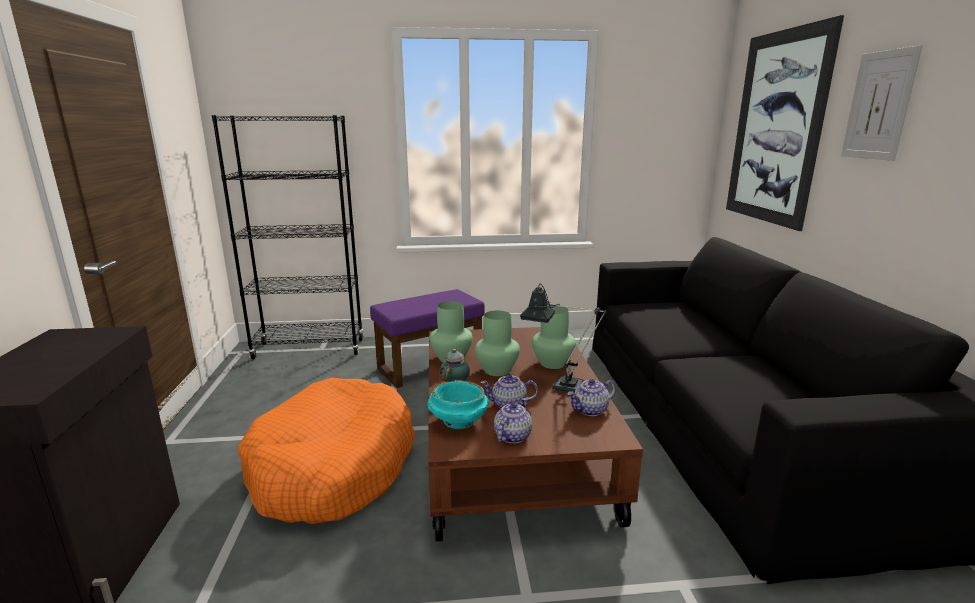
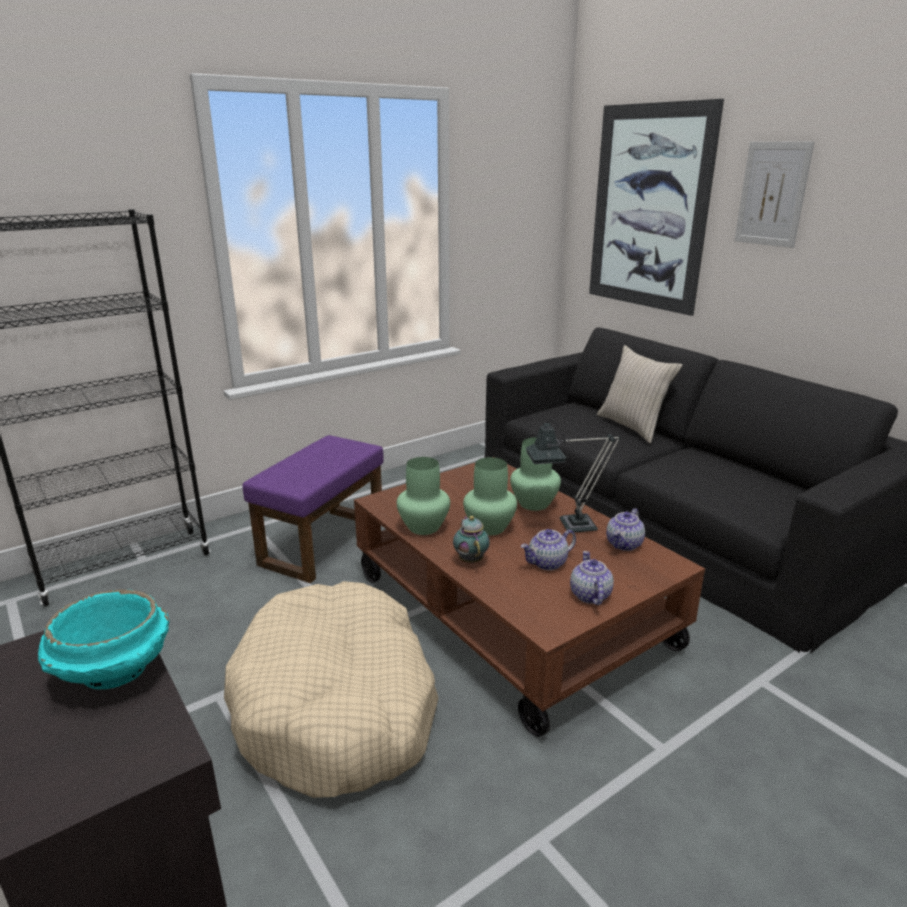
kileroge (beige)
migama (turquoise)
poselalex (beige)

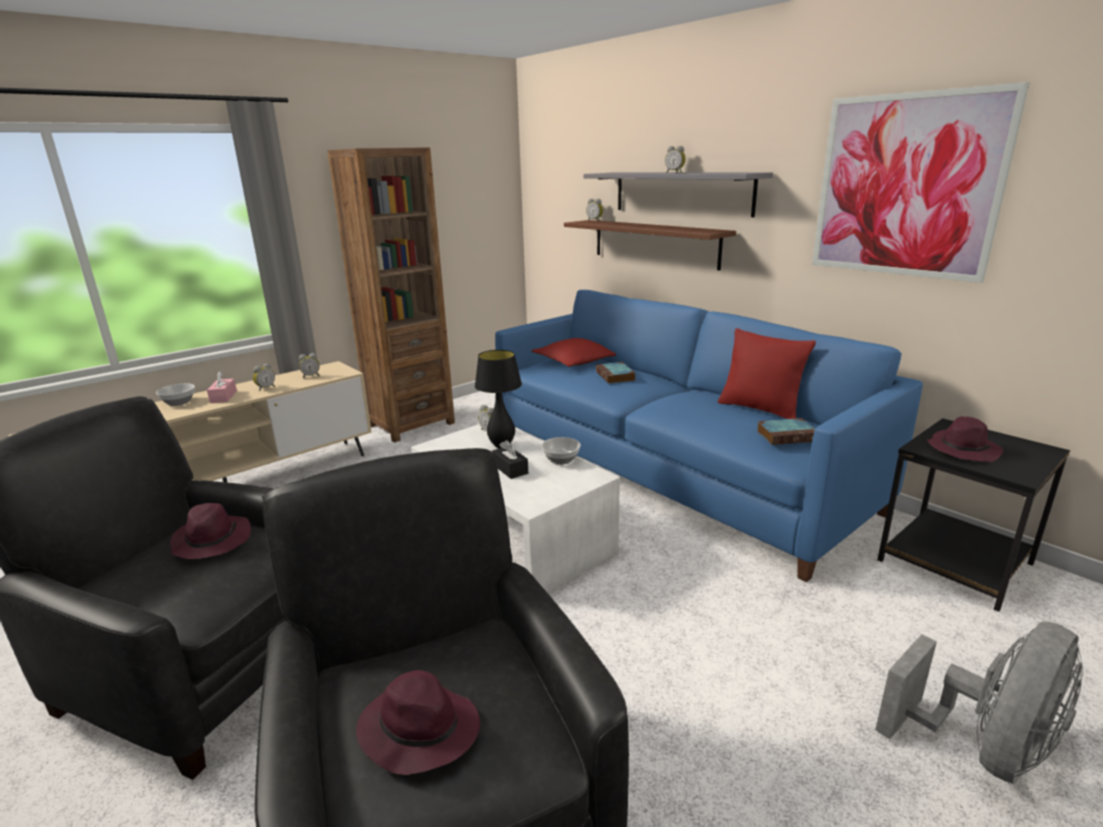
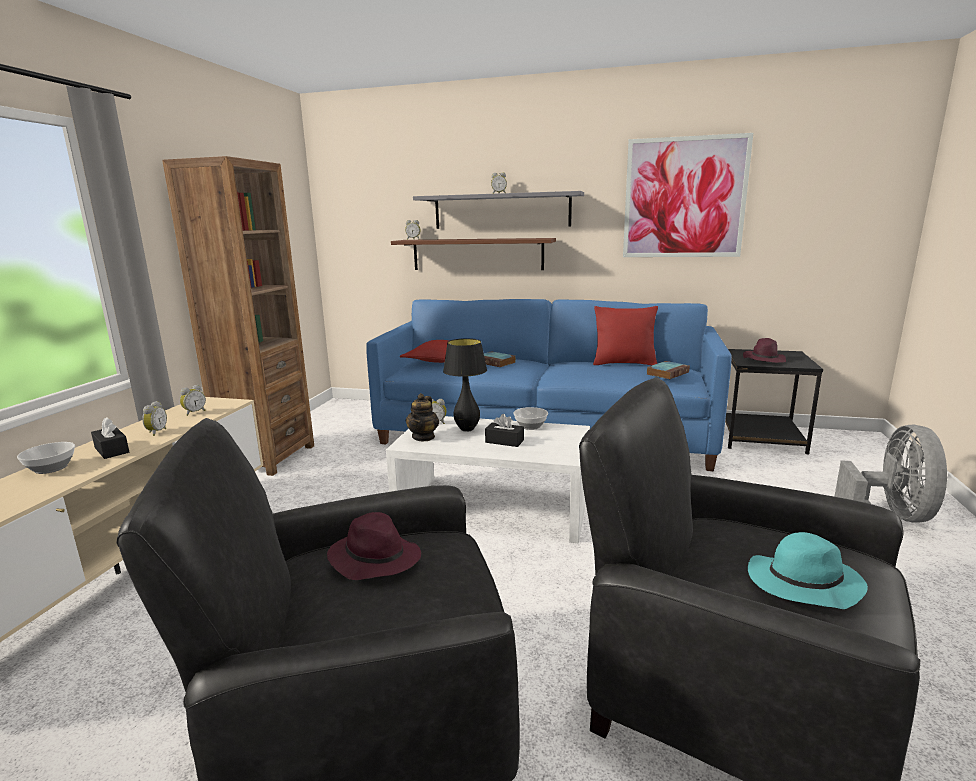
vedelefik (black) (no. 1 from left)
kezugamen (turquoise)
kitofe

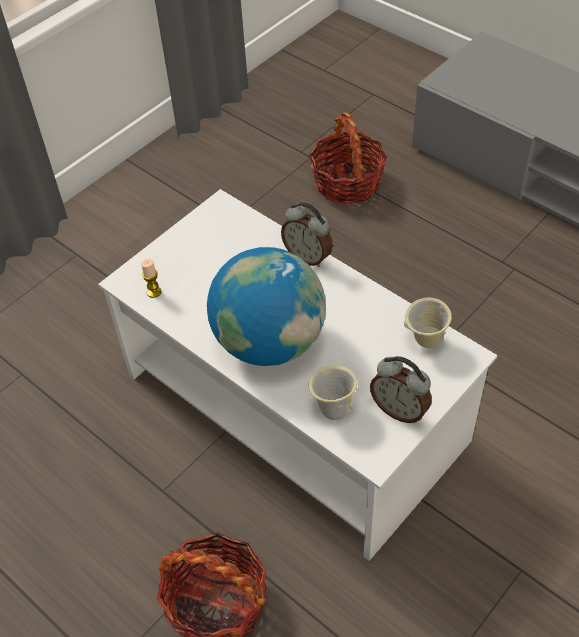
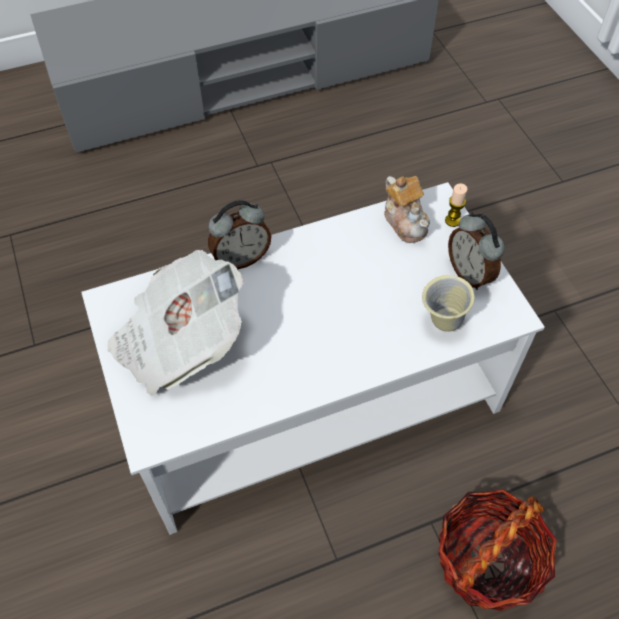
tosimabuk (no. 2 from left in the first image)
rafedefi
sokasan
kitofe
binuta (no. 2 from left)
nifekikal

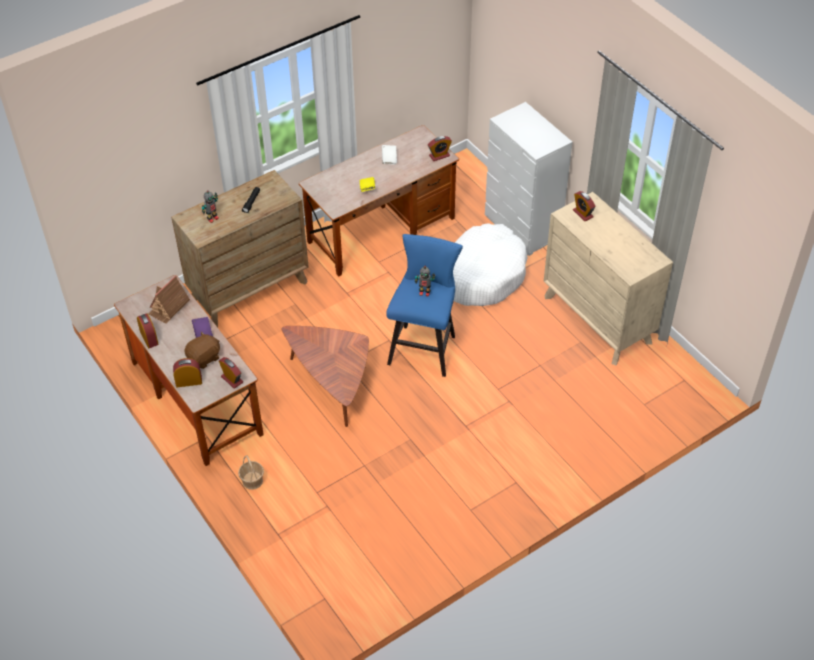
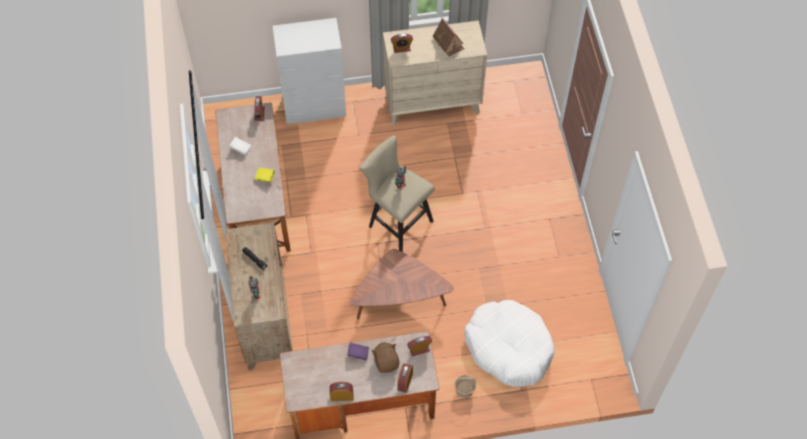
kileroge (white)
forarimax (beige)
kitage

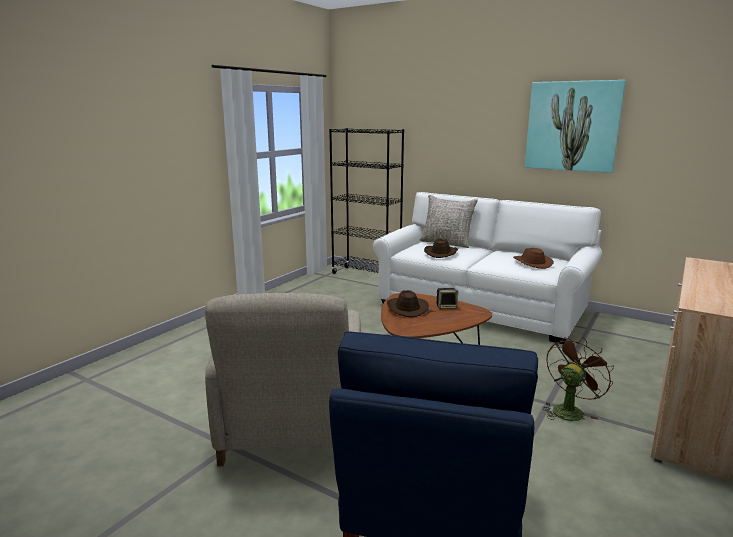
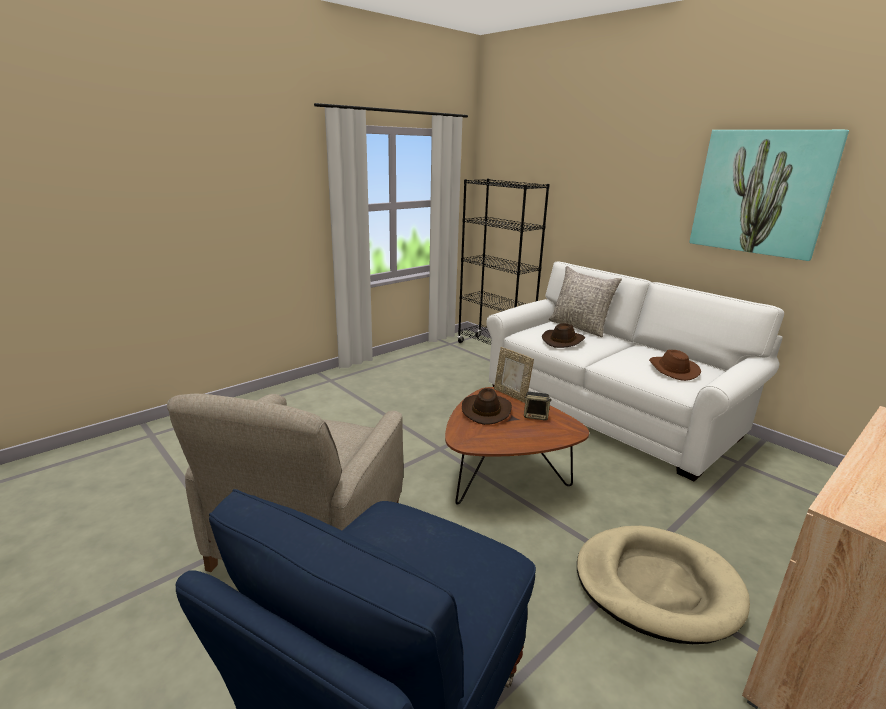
kileroge (beige)
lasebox

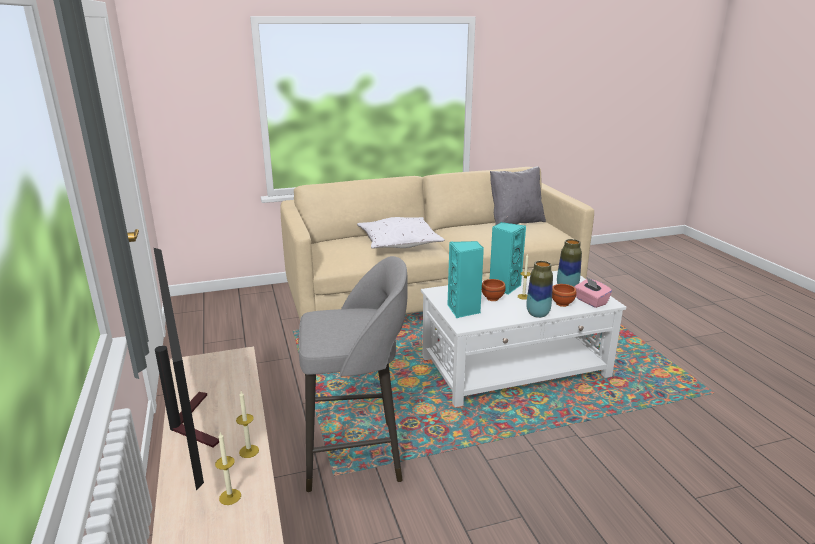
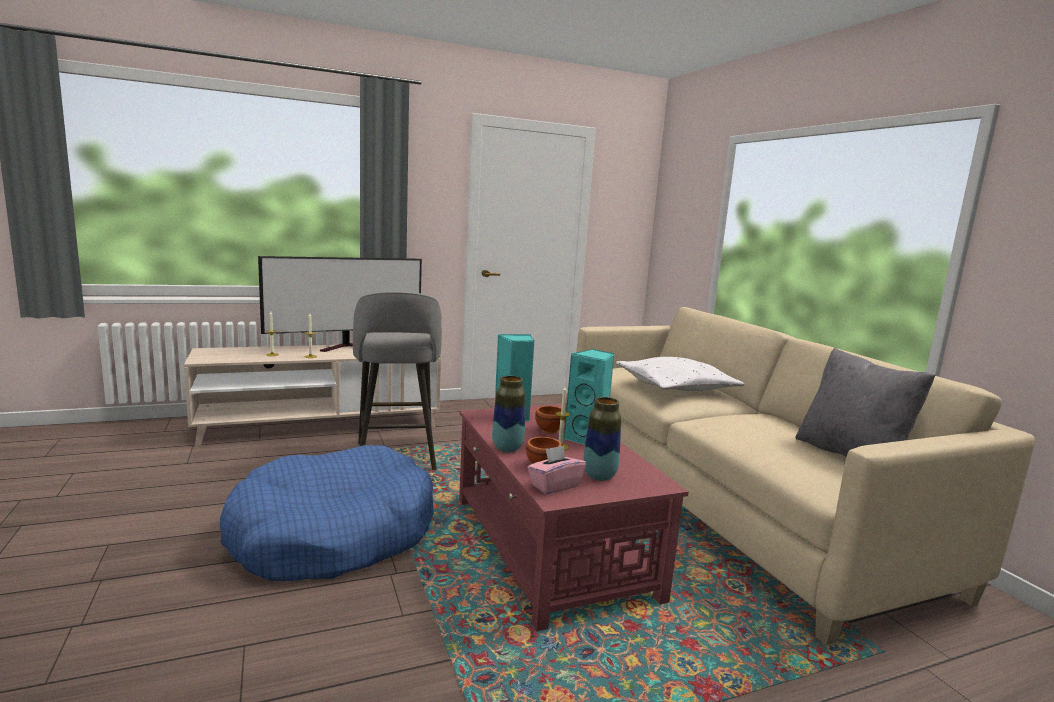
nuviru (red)
kileroge (blue)

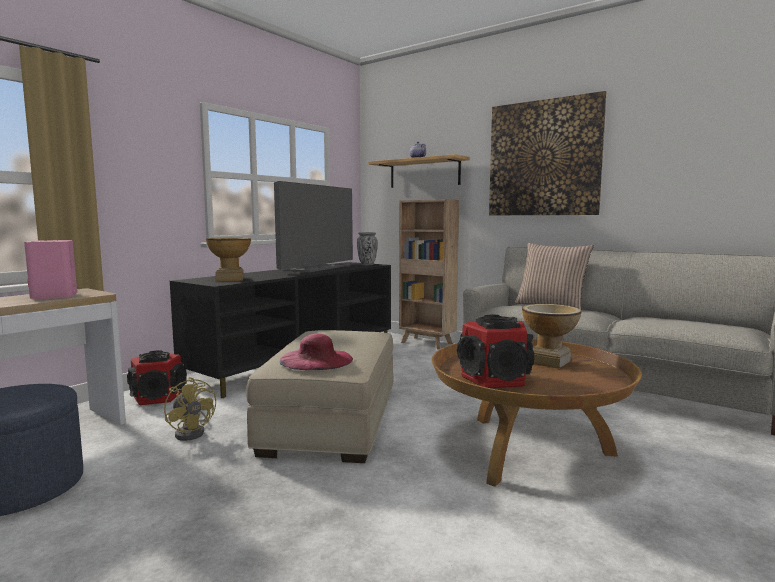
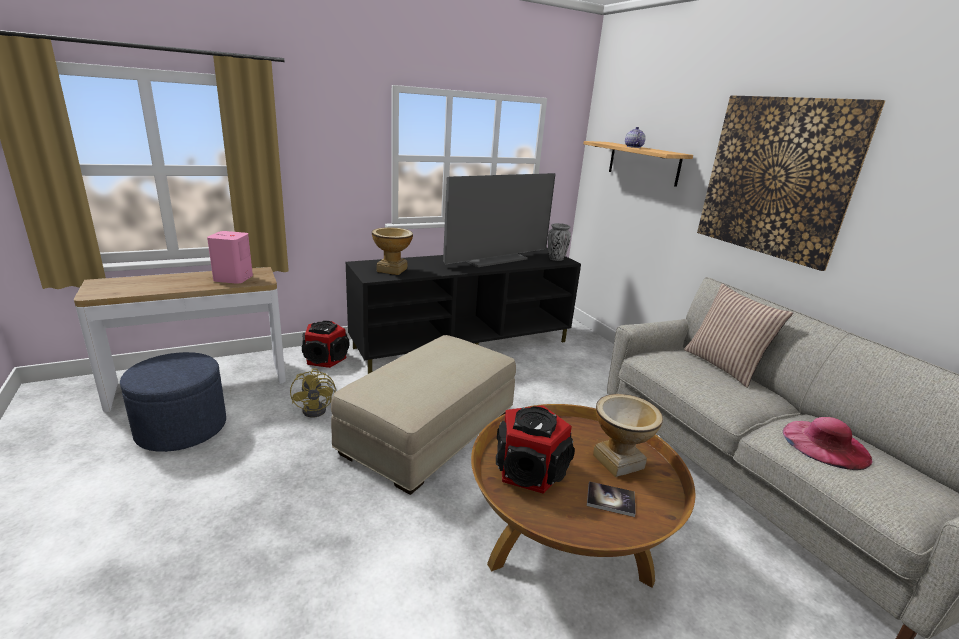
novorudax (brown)
kezugamen (pink)
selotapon

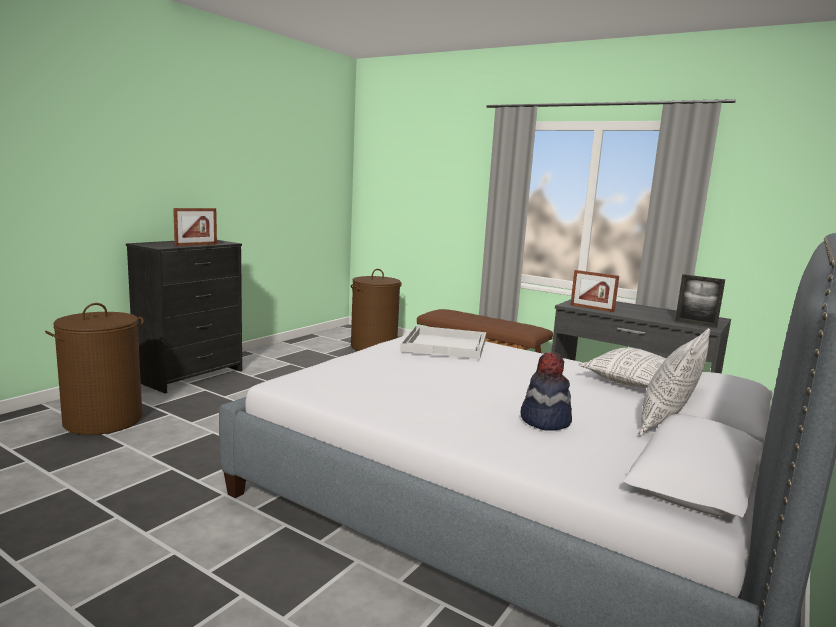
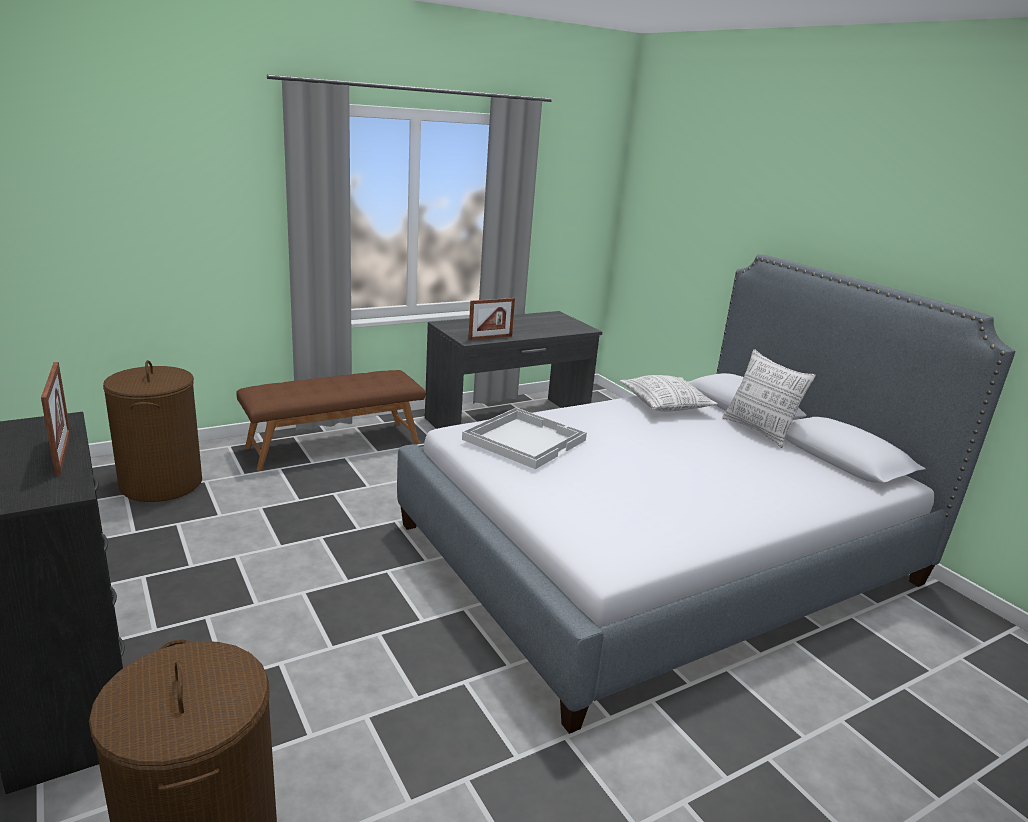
lasebox (no. 3 from left in the first image)
kezugamen

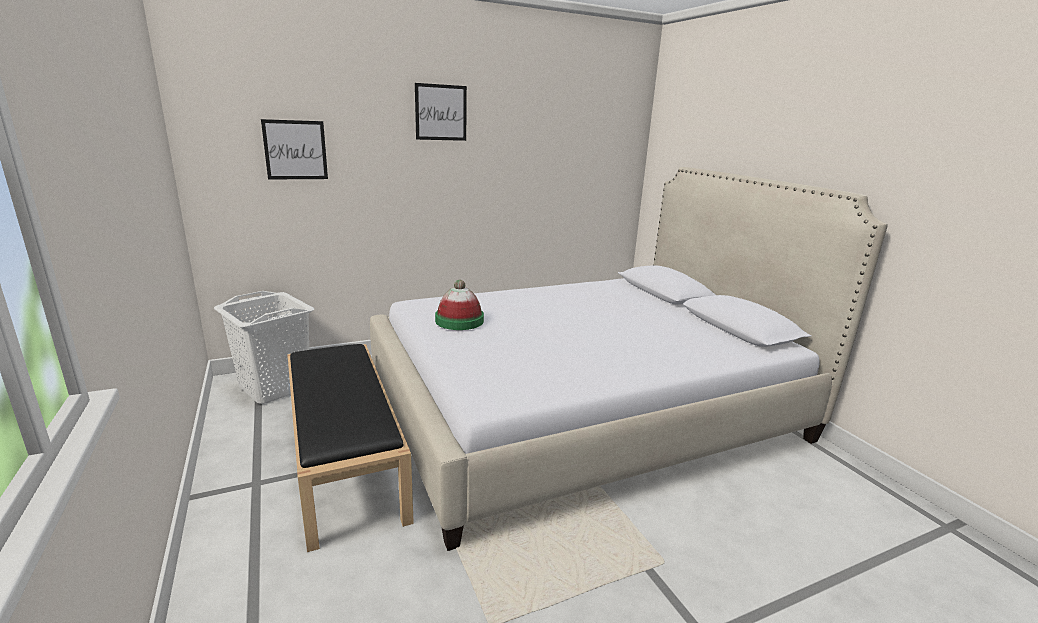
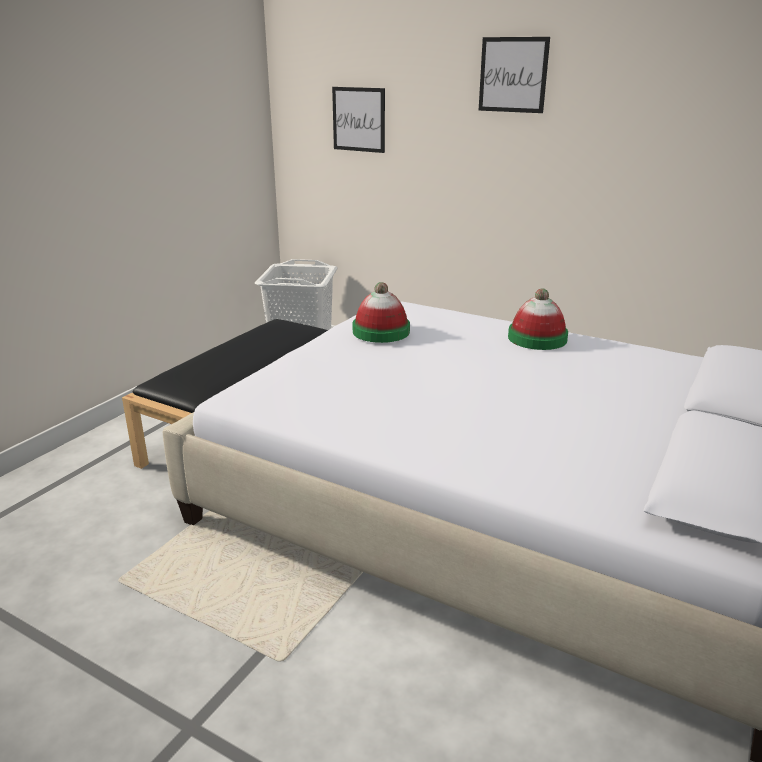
kezugamen (no. 2 from left)

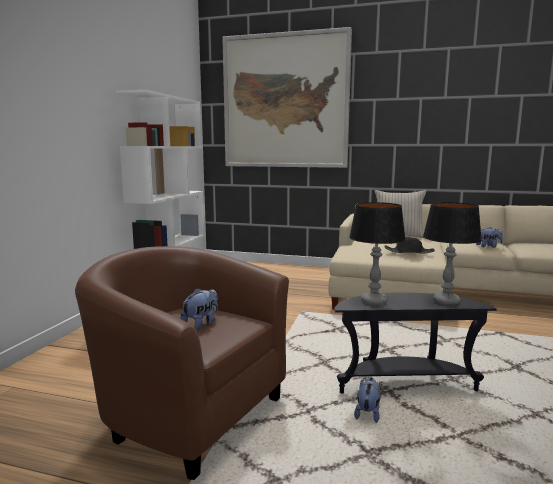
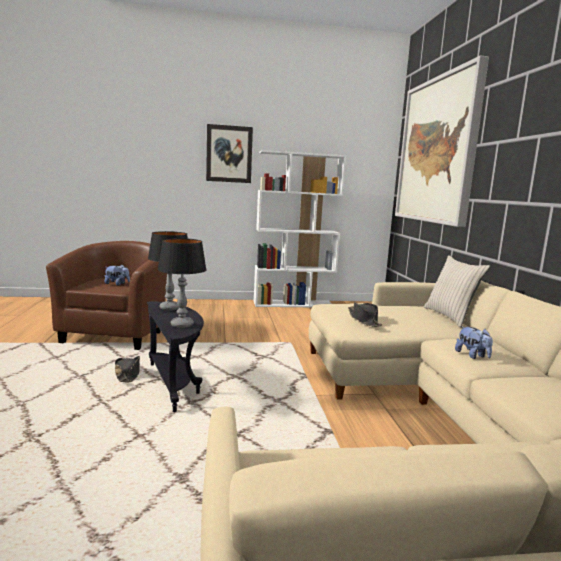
kezugamen (black) (no. 1 from left)
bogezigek (no. 1 from left)

